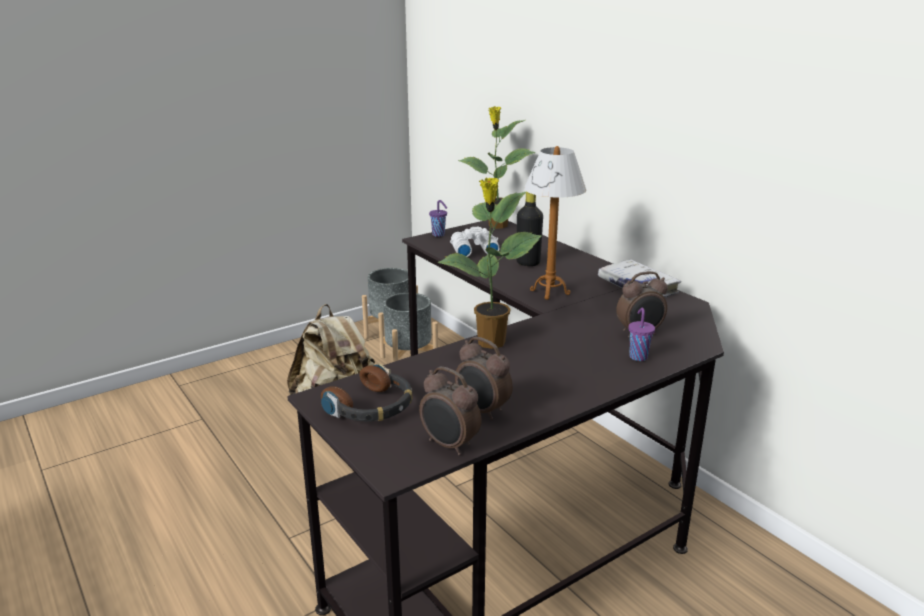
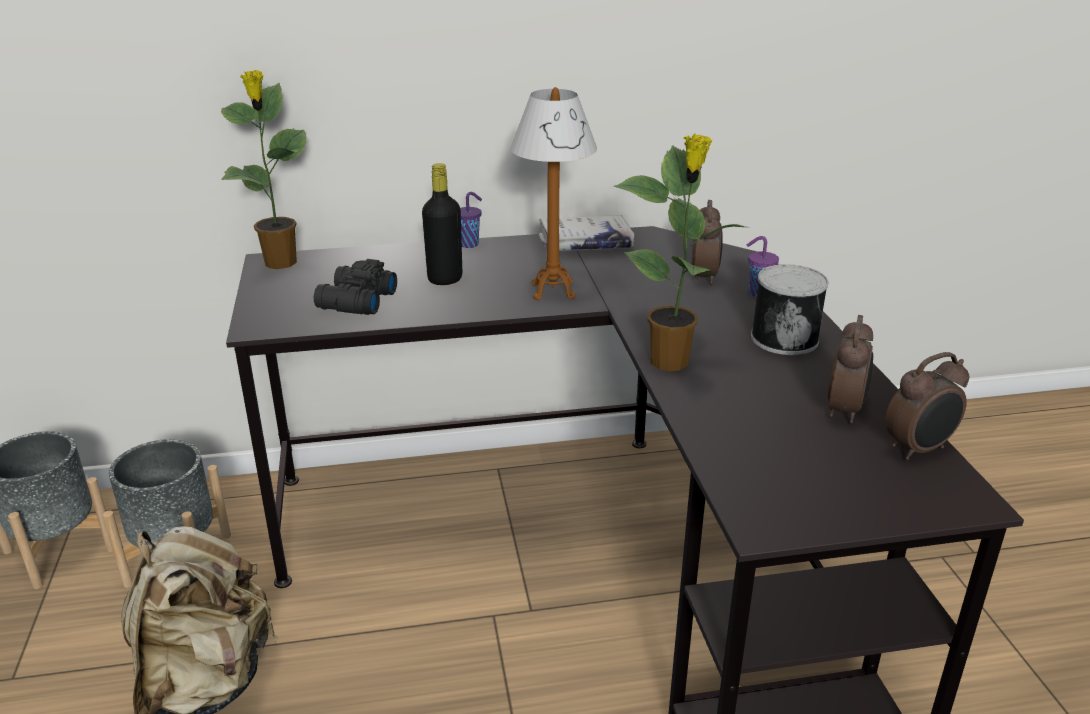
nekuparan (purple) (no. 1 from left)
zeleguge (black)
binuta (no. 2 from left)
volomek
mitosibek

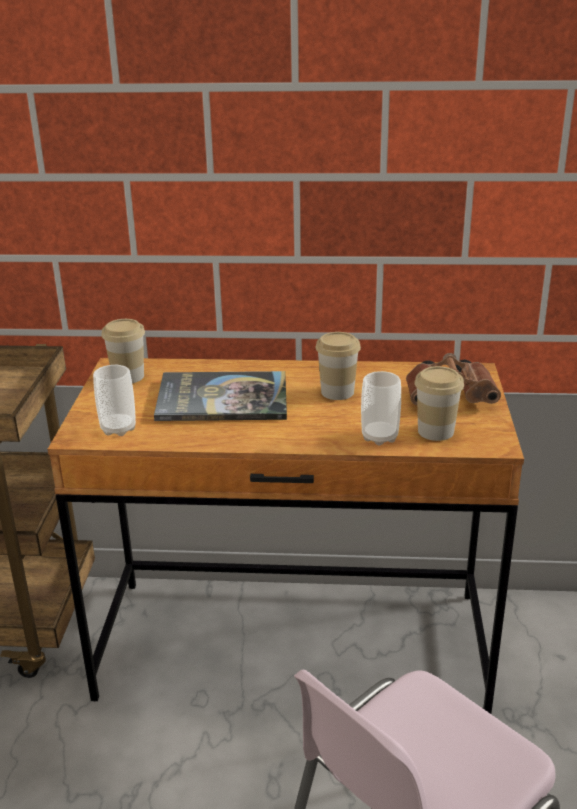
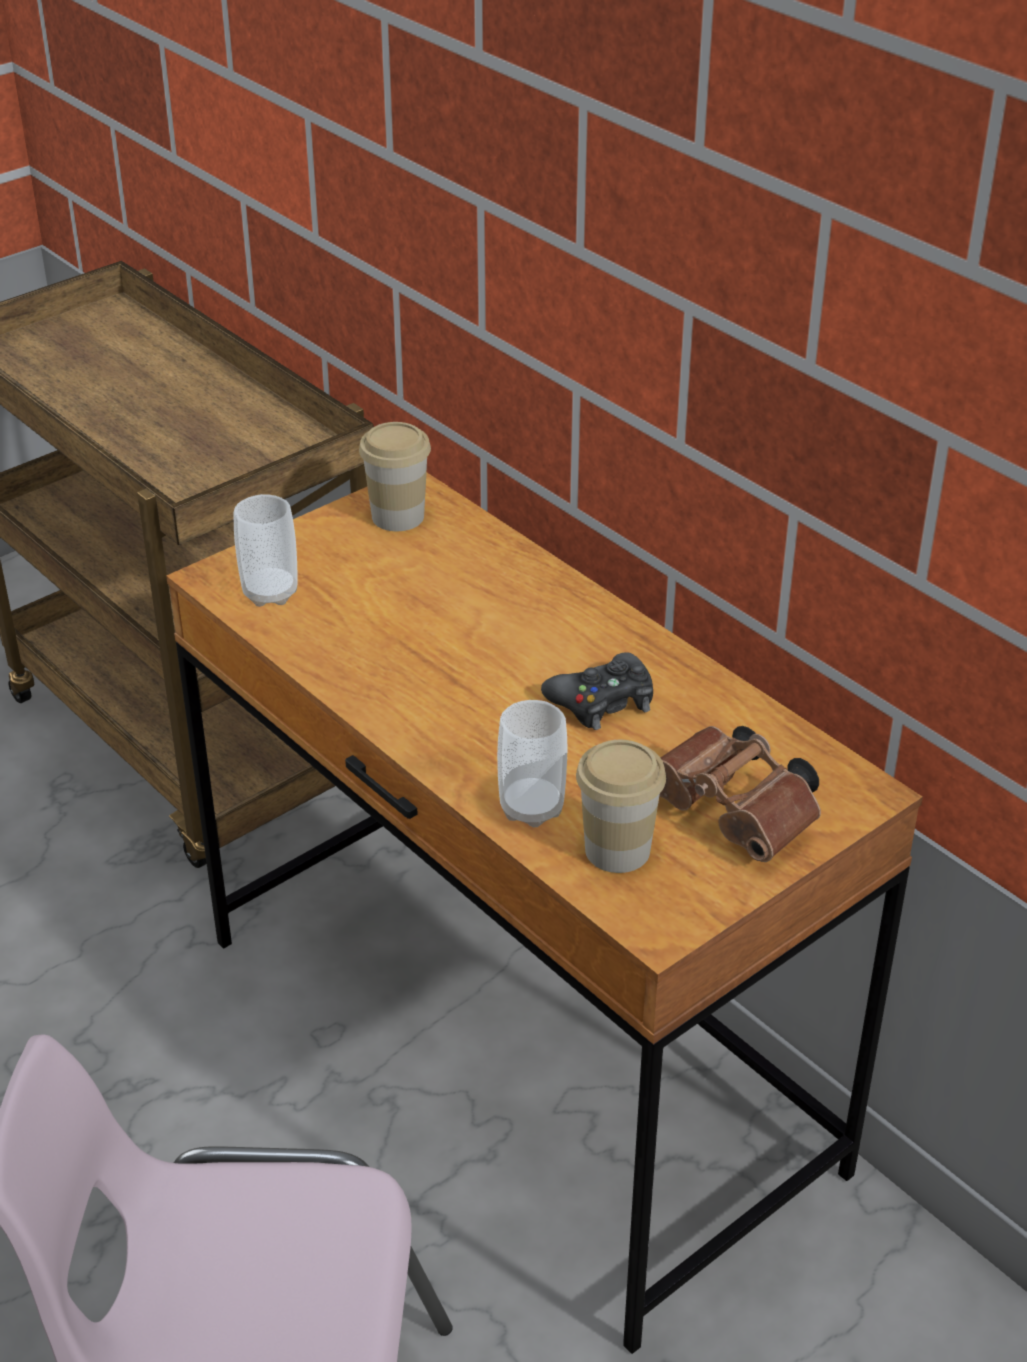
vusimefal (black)
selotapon

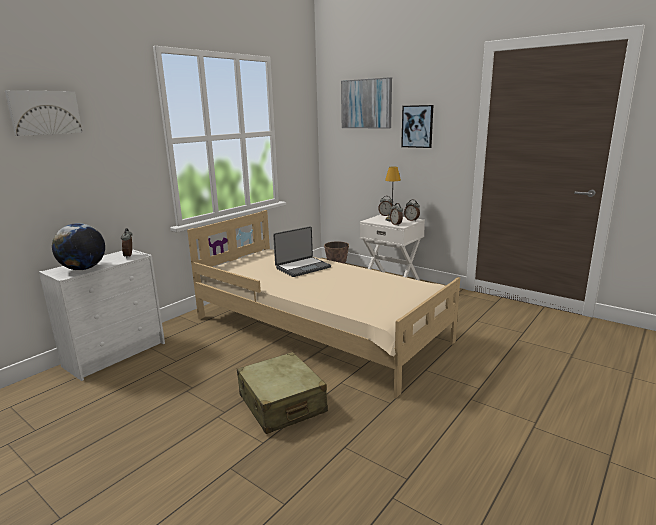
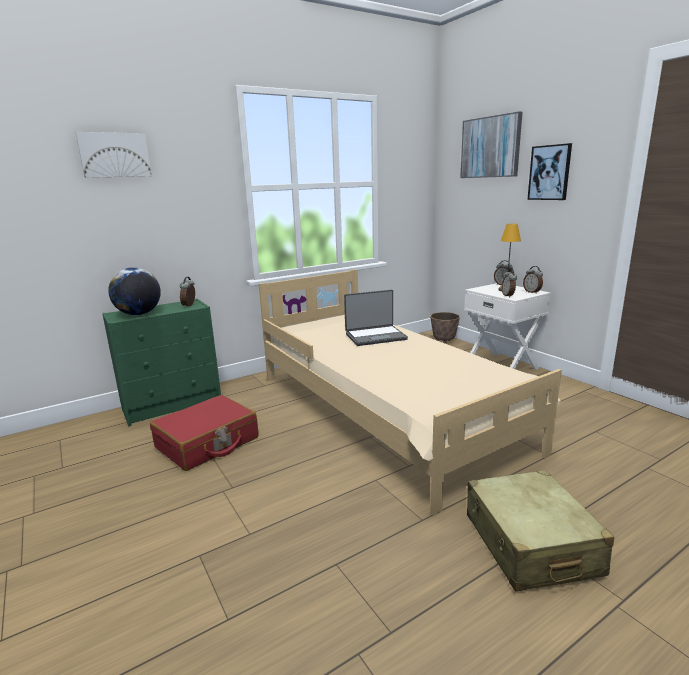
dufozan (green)
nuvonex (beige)
nuvonex (red)

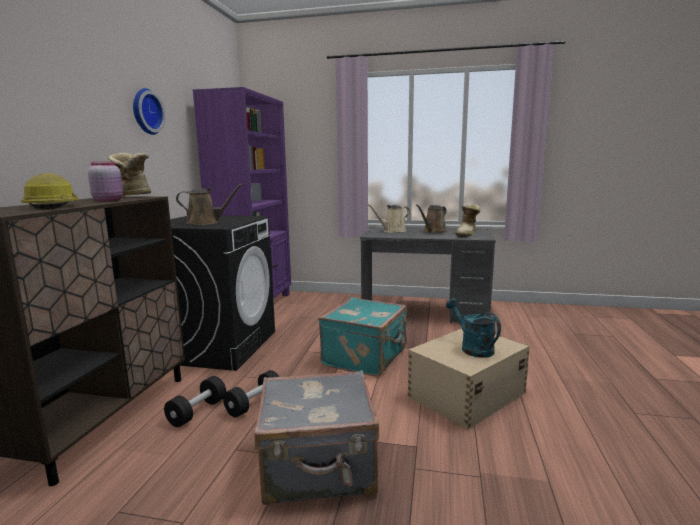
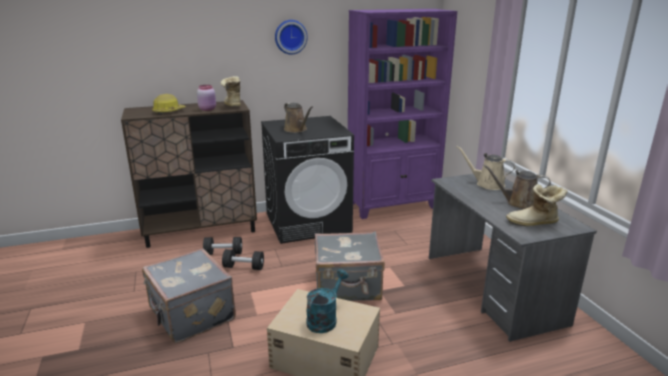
nuvonex (grey) (no. 2 from left)

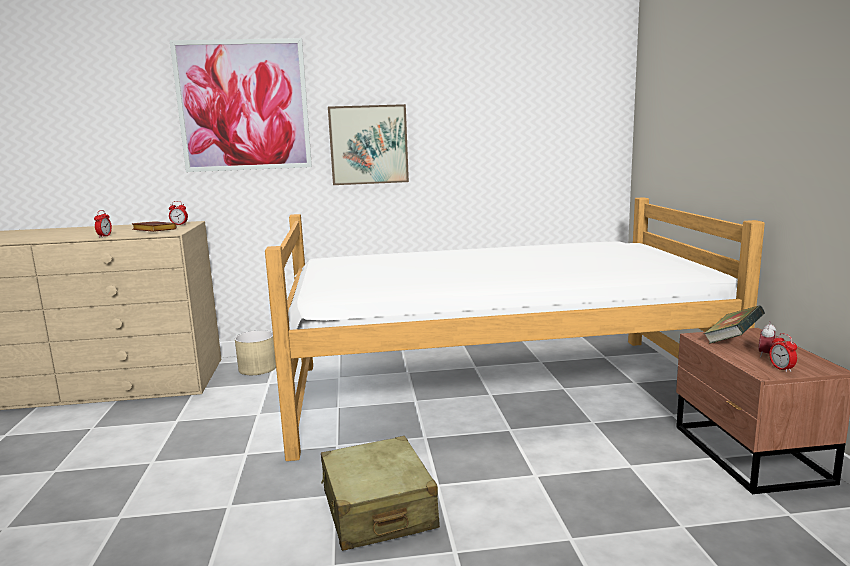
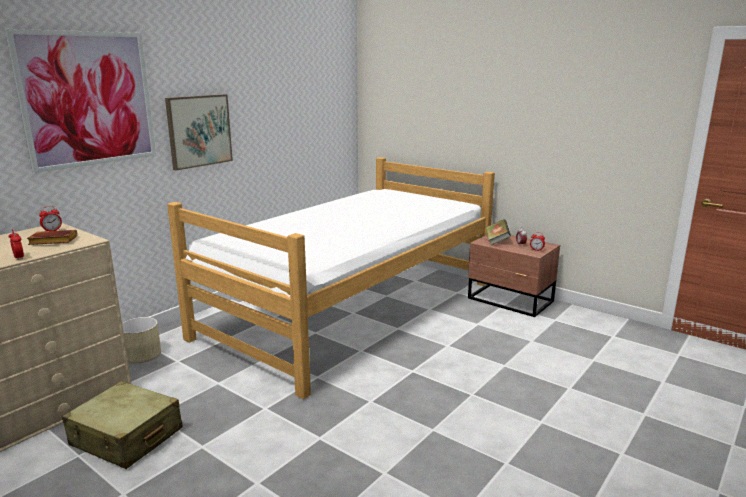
nuvonex (beige)

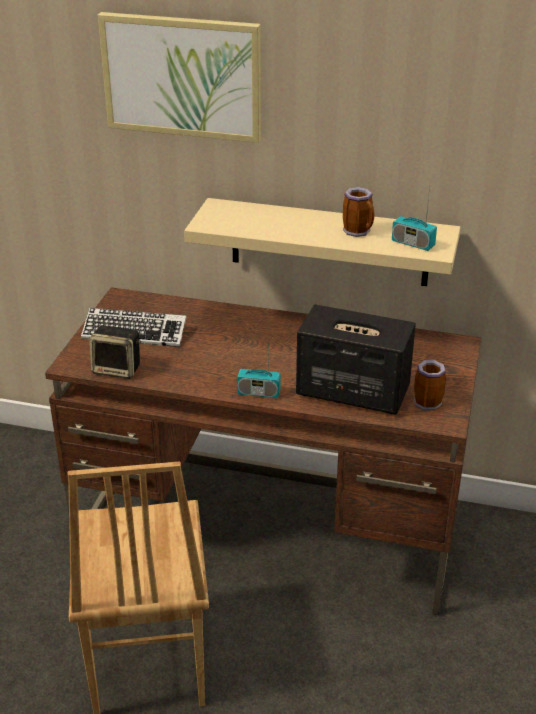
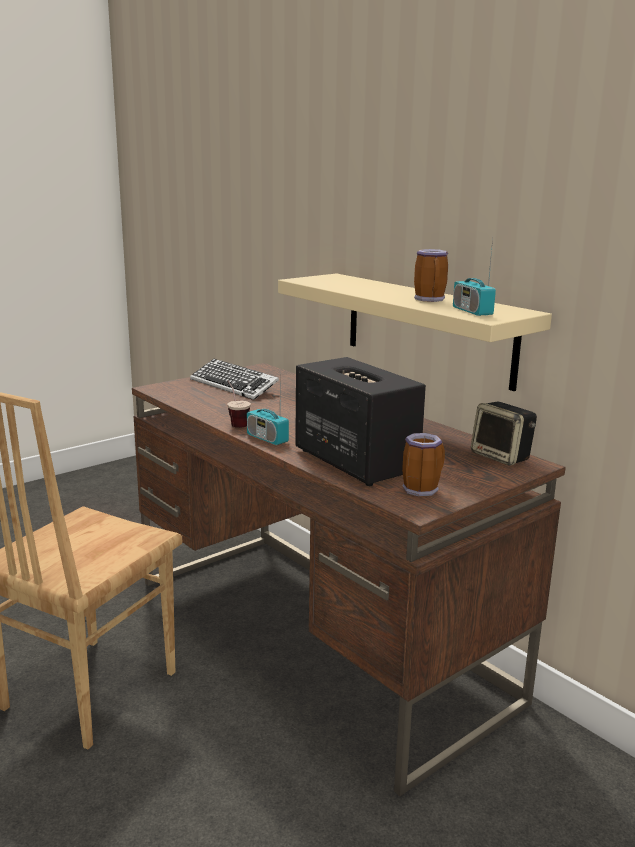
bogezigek
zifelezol (no. 2 from left)
nekuparan

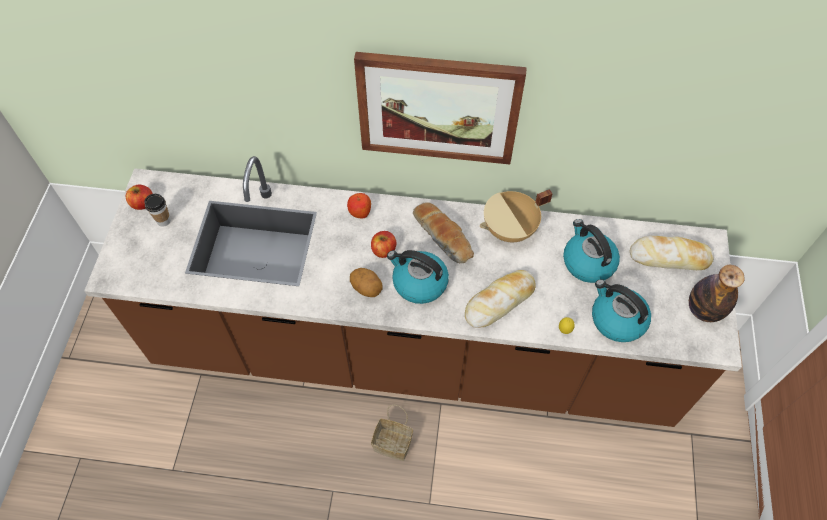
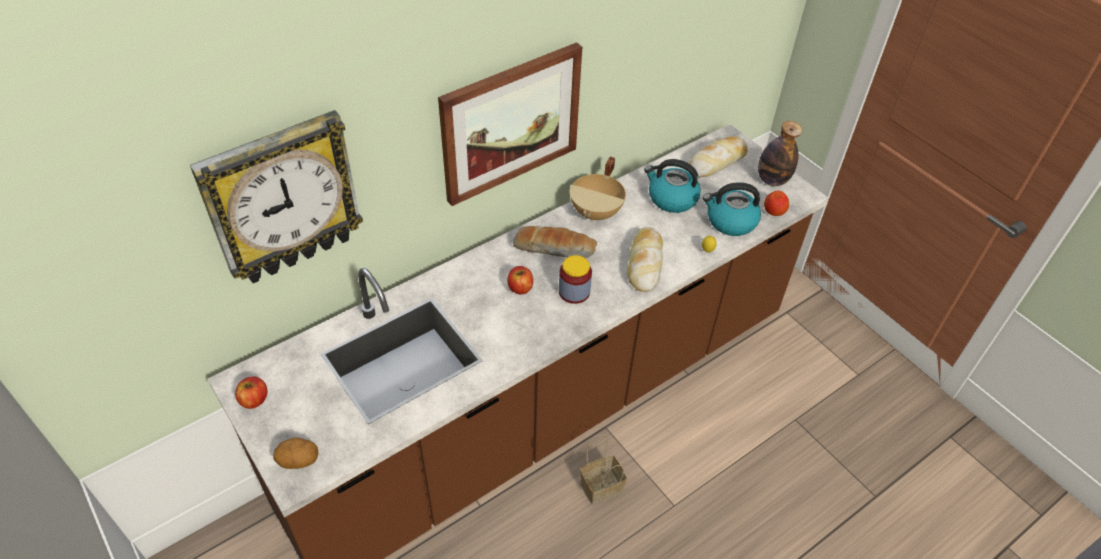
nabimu (no. 3 from left)
nekuparan
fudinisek
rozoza
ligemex

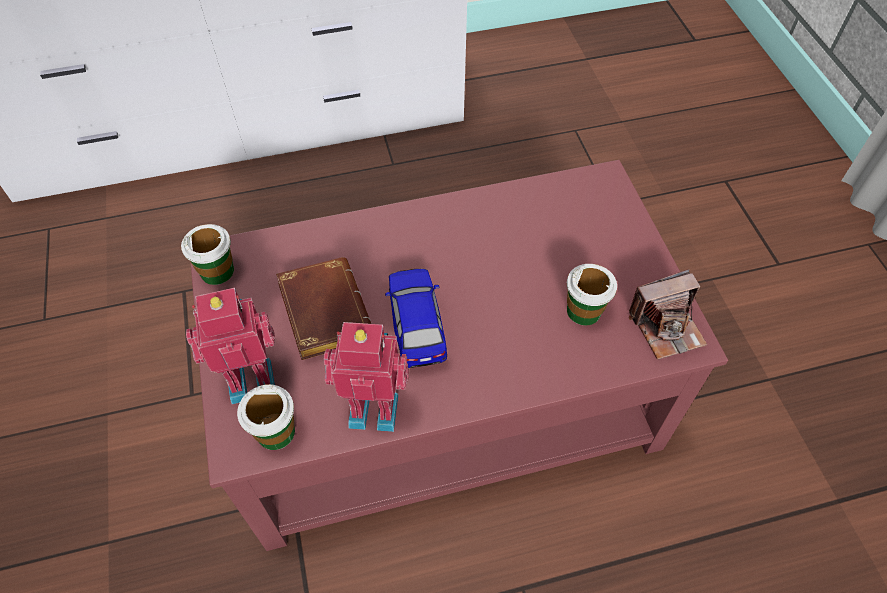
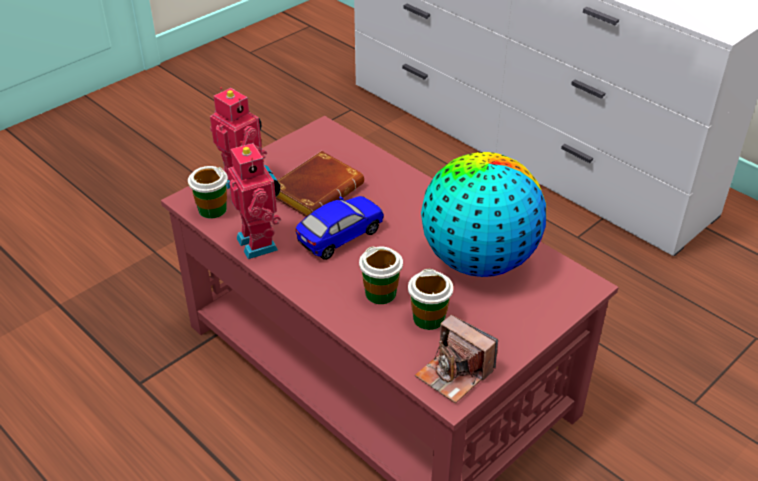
nekuparan (no. 2 from left)
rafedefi

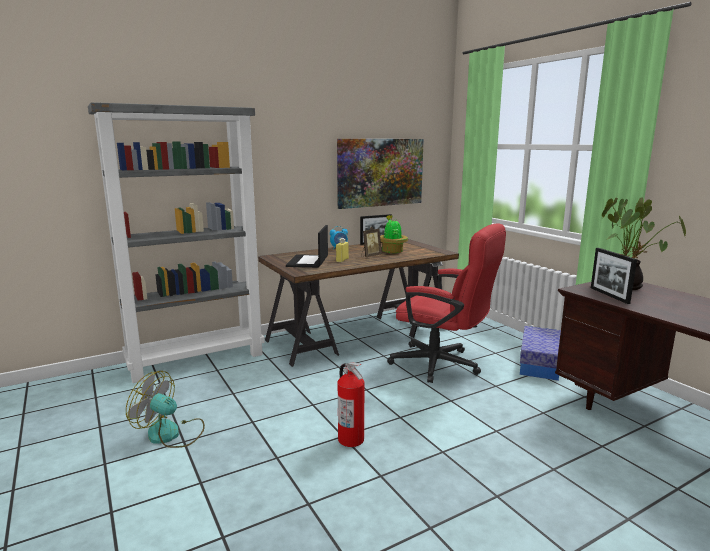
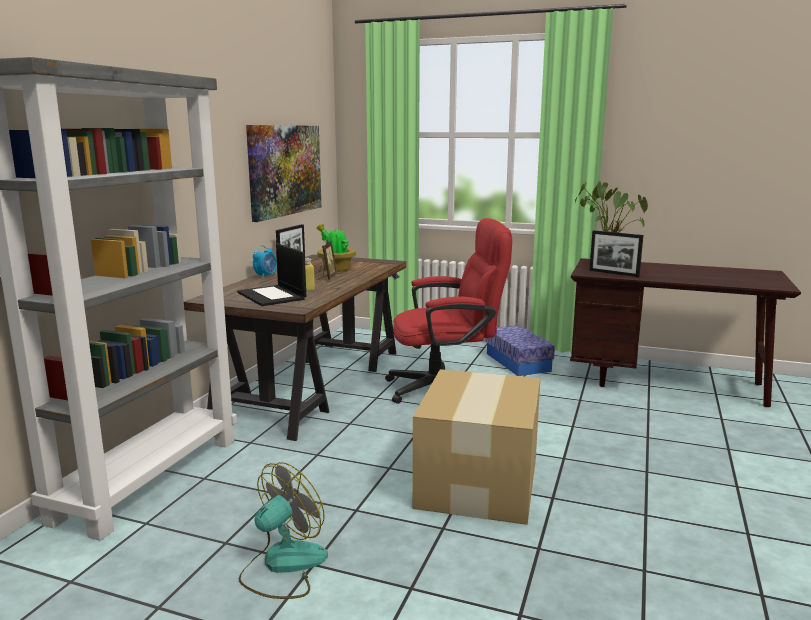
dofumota
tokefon

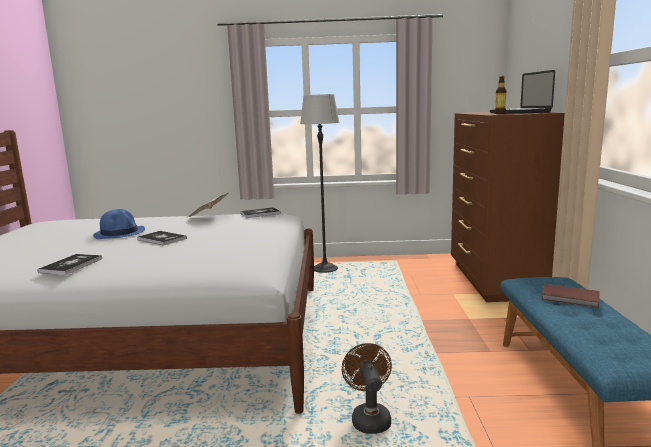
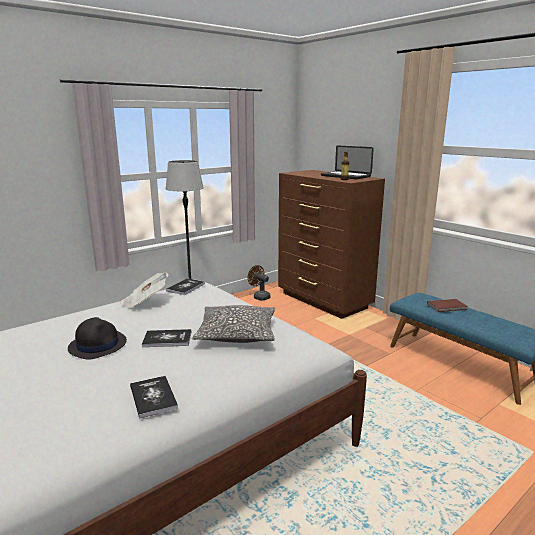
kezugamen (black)
tokefon (brown)
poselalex

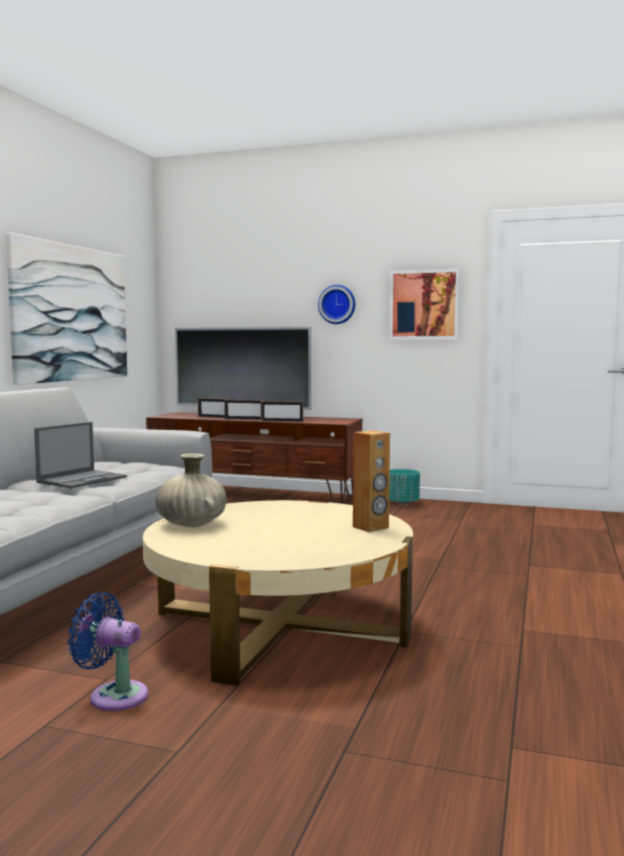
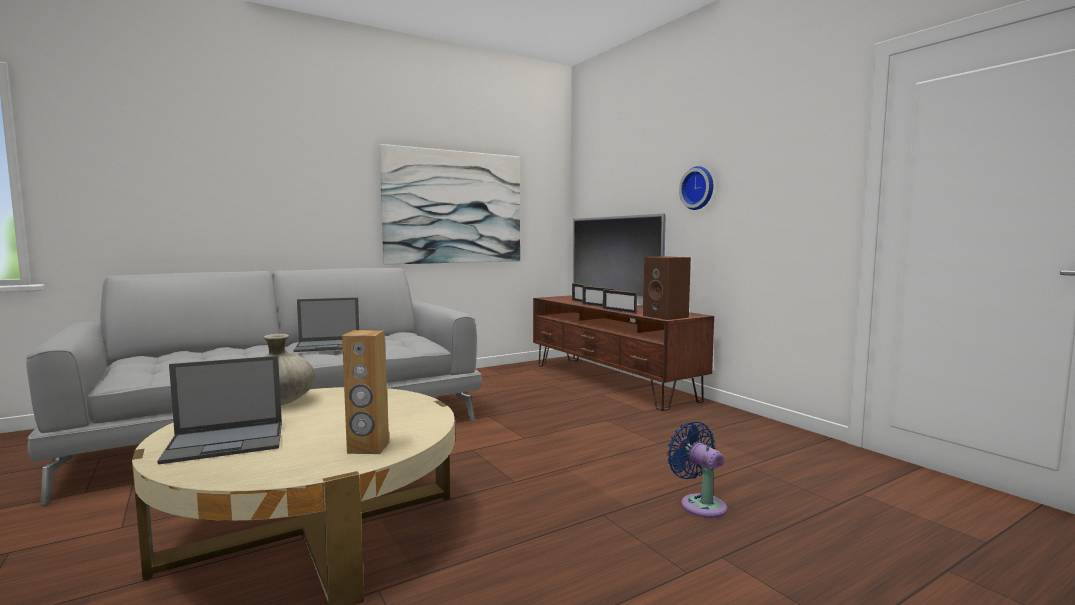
bogezigek (no. 2 from left in the first image)
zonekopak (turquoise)
tokefon (blue)
zifelezol (brown) (no. 2 from left)
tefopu (no. 1 from left)

